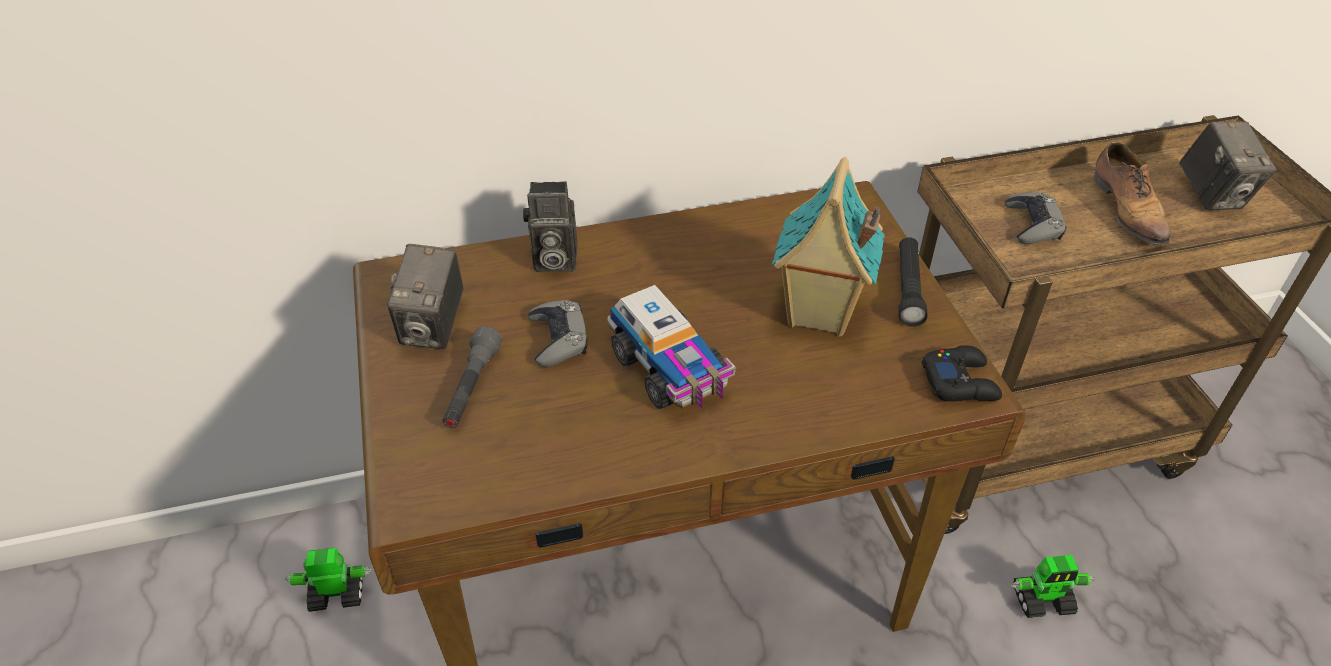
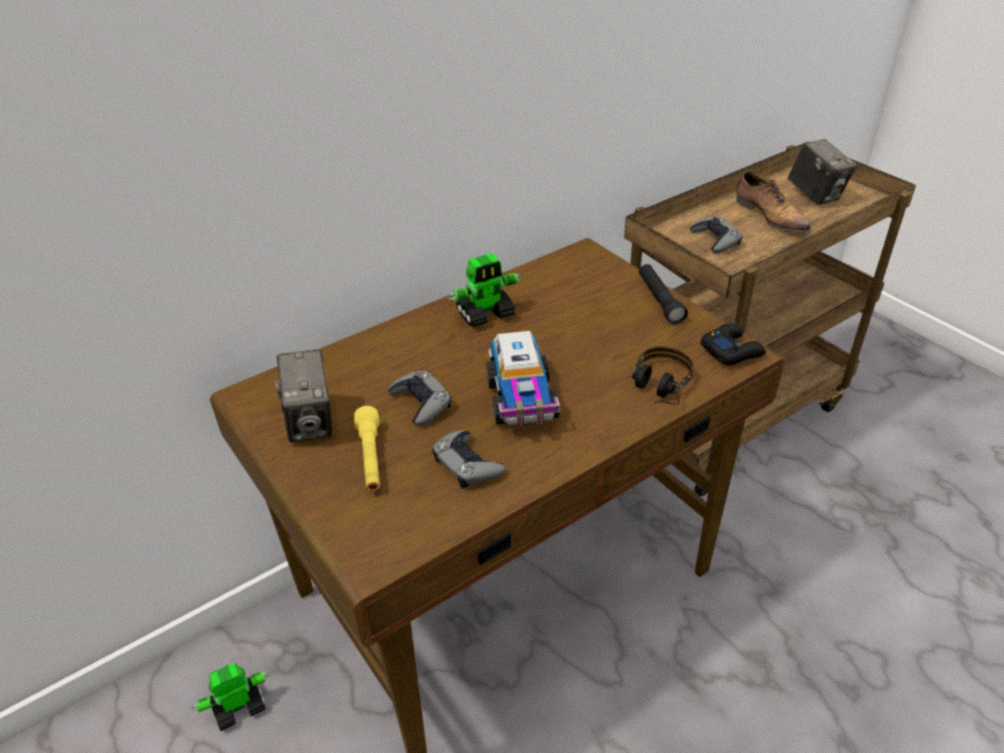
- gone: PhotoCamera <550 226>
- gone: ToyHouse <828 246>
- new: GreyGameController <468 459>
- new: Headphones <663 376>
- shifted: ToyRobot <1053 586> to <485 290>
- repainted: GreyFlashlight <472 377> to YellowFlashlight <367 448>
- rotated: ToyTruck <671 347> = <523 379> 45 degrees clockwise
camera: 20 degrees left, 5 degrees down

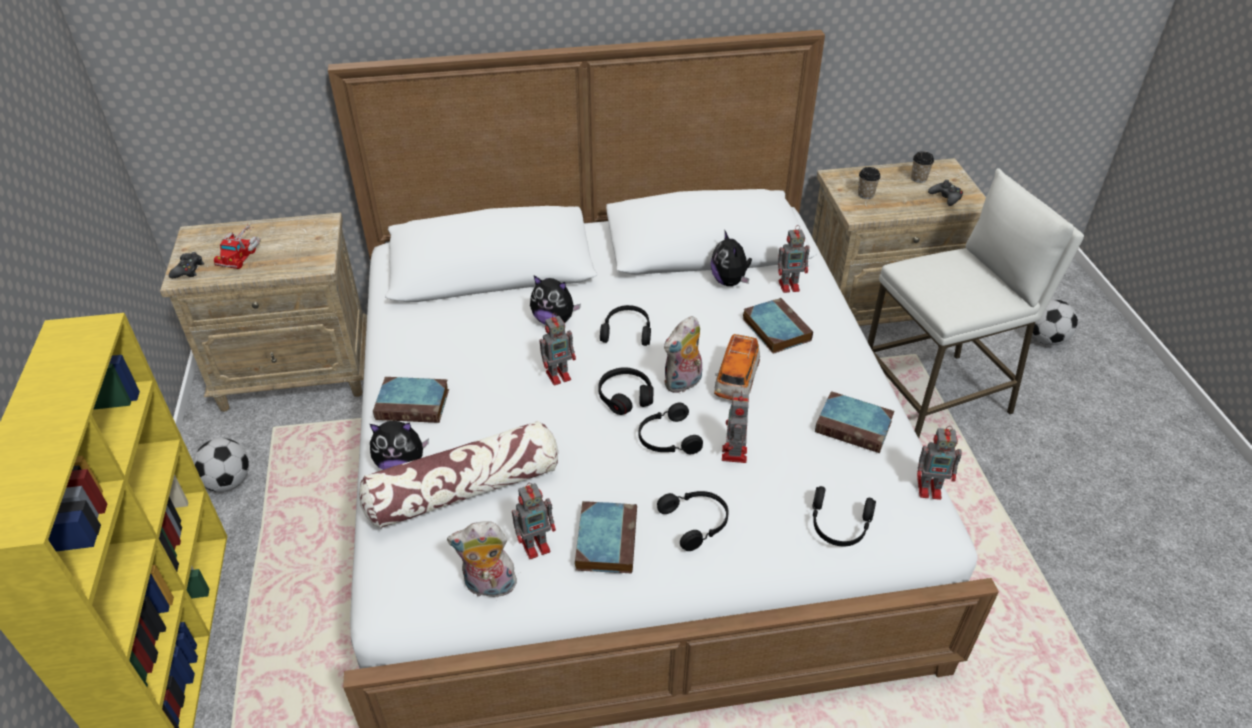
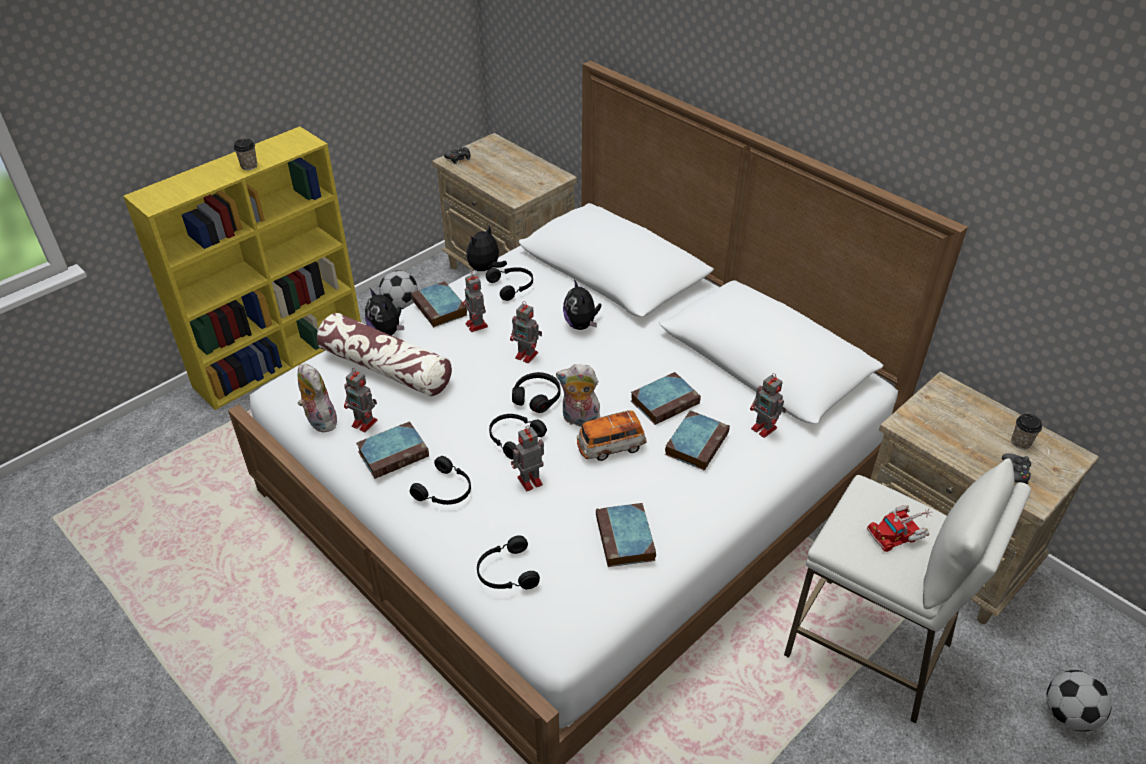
- new: Book <666 398>
- shifted: ToyTruck <237 246> to <899 528>
- shifted: BlackHeadphones <625 325> to <509 284>
- shifted: PlushToy <731 257> to <486 248>
- shifted: Cup <869 183> to <245 154>
- shifted: ToyRobot <939 463> to <475 302>
camera: 55 degrees right, 0 degrees up

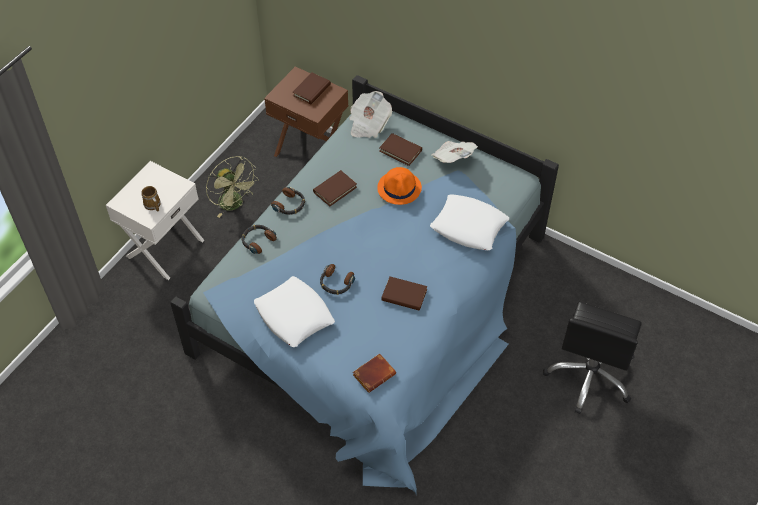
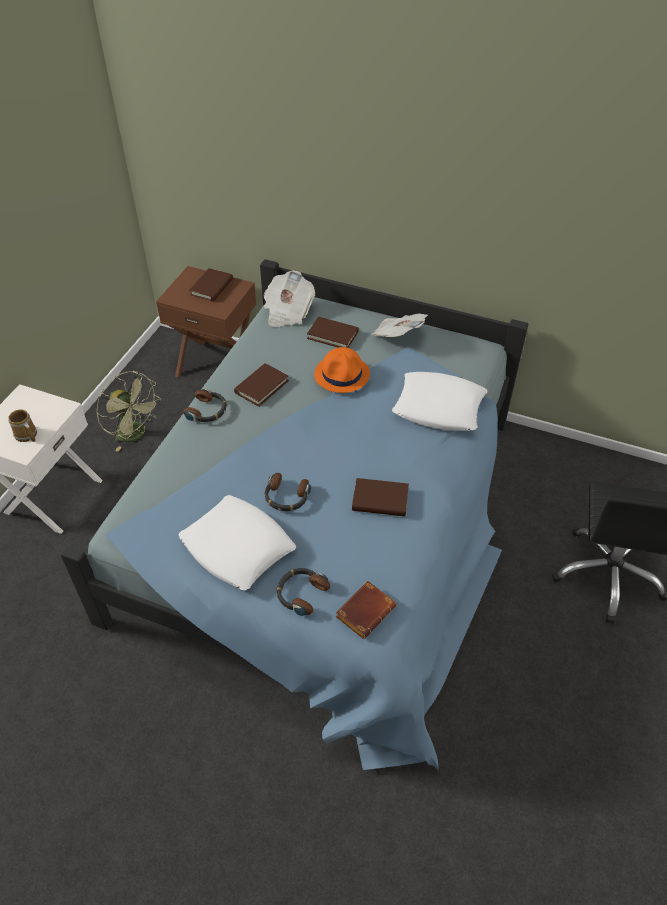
- shifted: Headphones <259 239> to <303 592>
camera: 10 degrees left, 5 degrees down

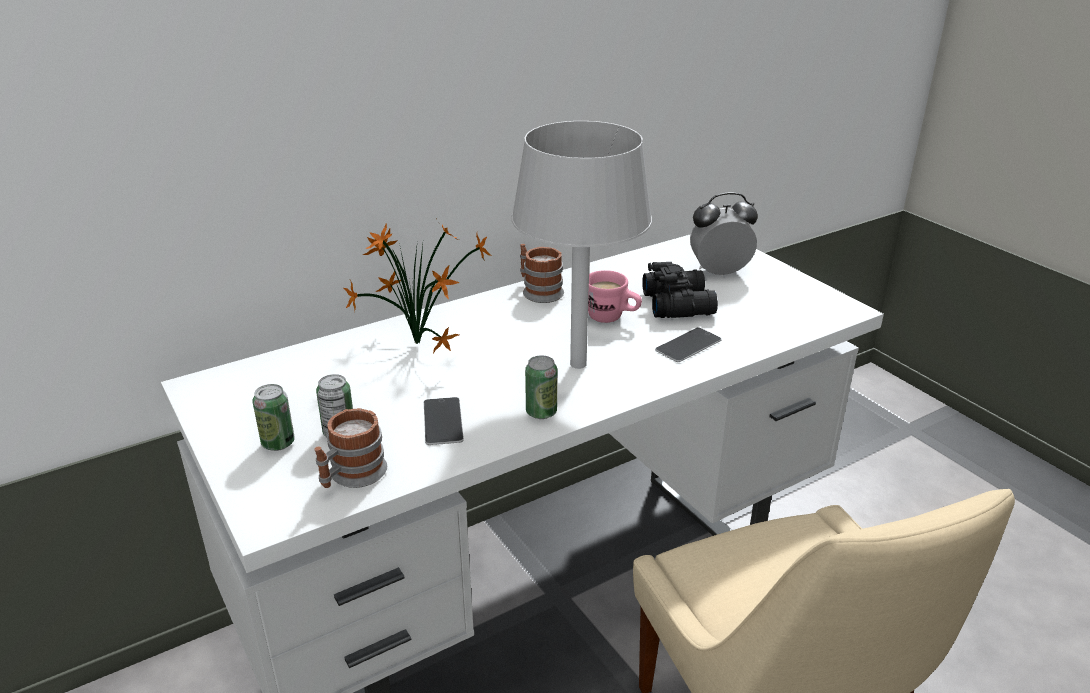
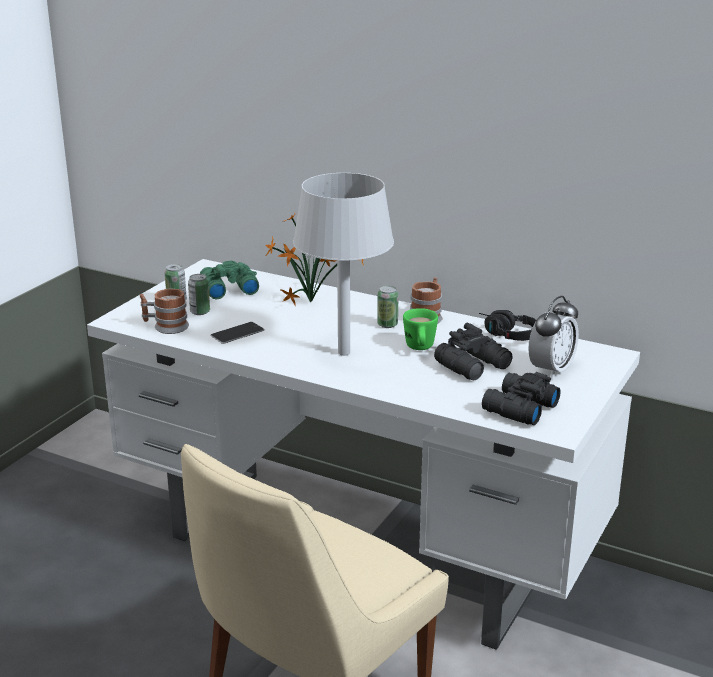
- gone: Phone <688 344>
- new: GreenBinoculars <229 280>
- new: BlackHeadphones <507 325>
- new: BlackBinoculars <521 398>
- shifted: Can <541 387> to <388 307>
- repainted: PinkMug <615 296> to GreenMug <420 329>
- rotated: AlarmClock <724 234> = <553 337> 75 degrees clockwise
camera: 60 degrees right, 5 degrees down

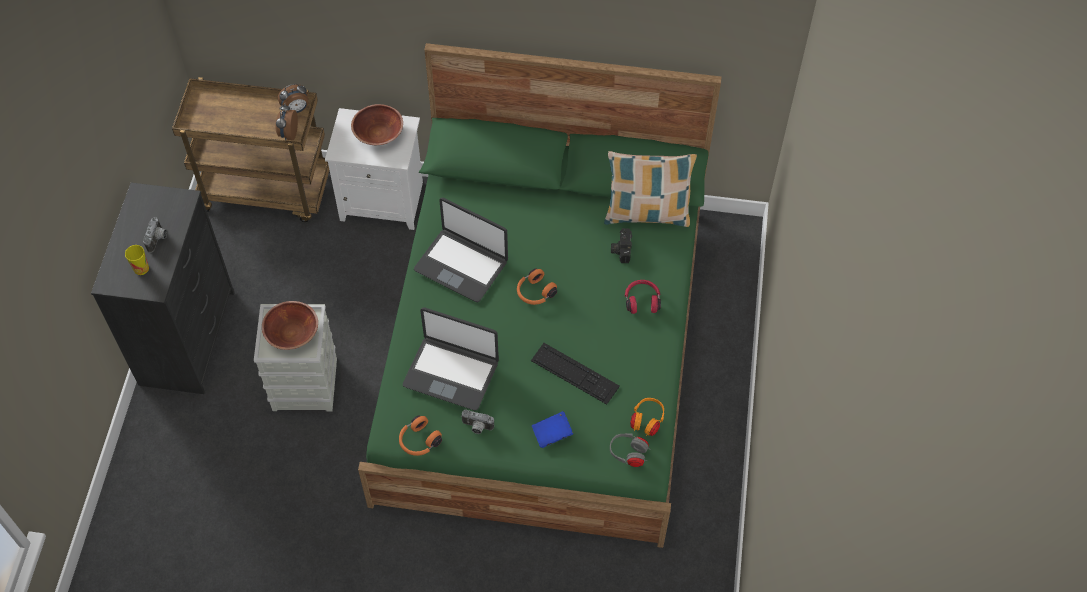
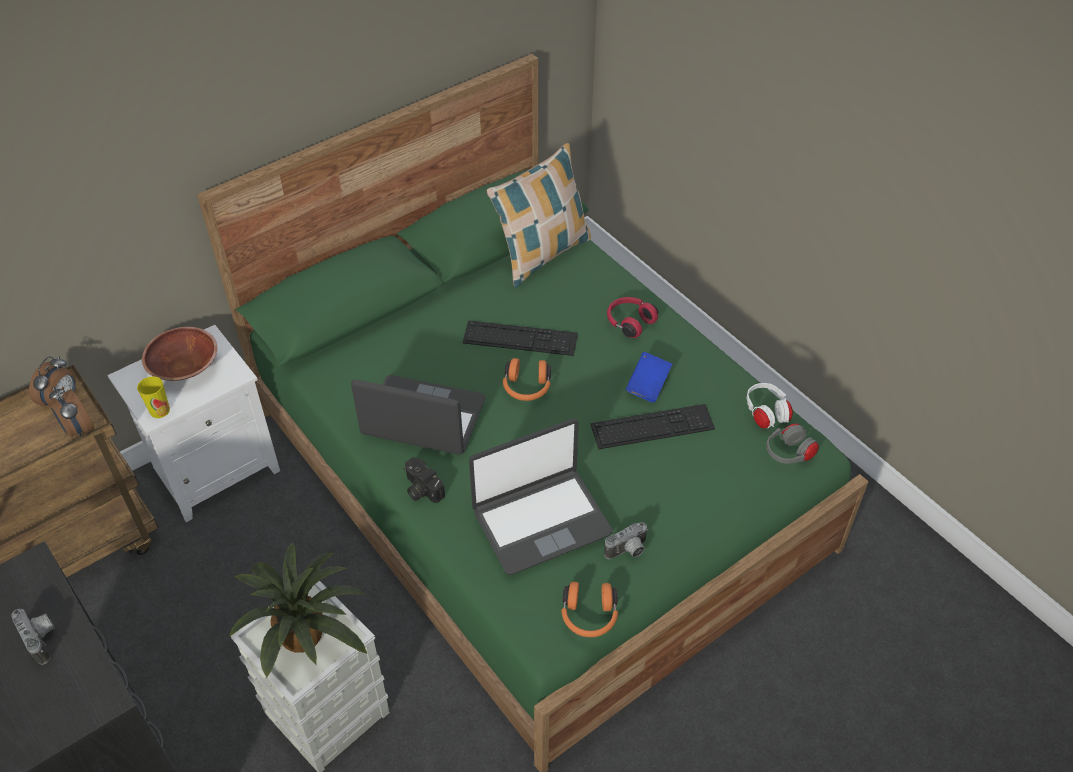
- new: Keyboard <520 338>
- shifted: Cup <137 260> to <153 397>
- shifted: BlueBook <552 429> to <649 377>
- shifted: PhotoCamera <621 245> to <424 480>
- swapped: BrownBowl <290 325> to PottedPlant <298 610>
- repainted: OrangeHeadphones <647 417> to WhiteHeadphones <769 405>
- rotated: Laptop <461 250> = <418 415> 150 degrees counterclockwise
camera: 45 degrees left, 10 degrees down

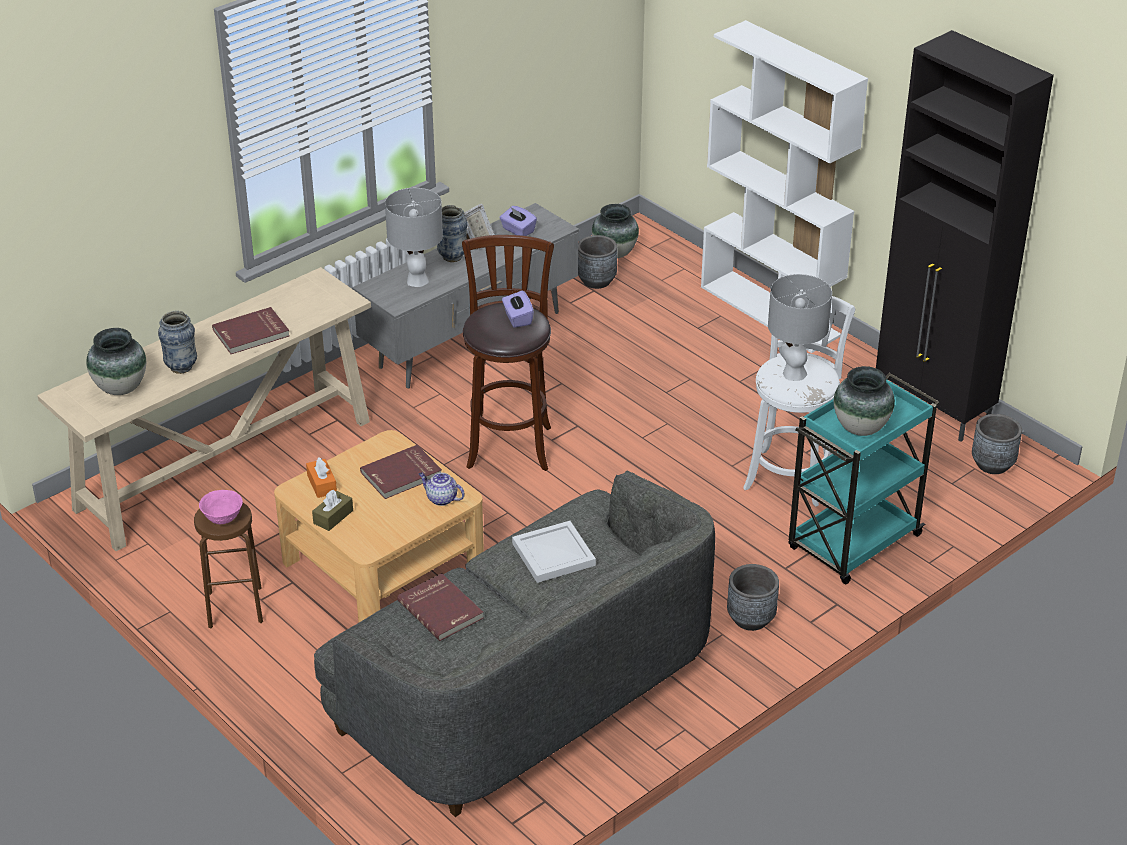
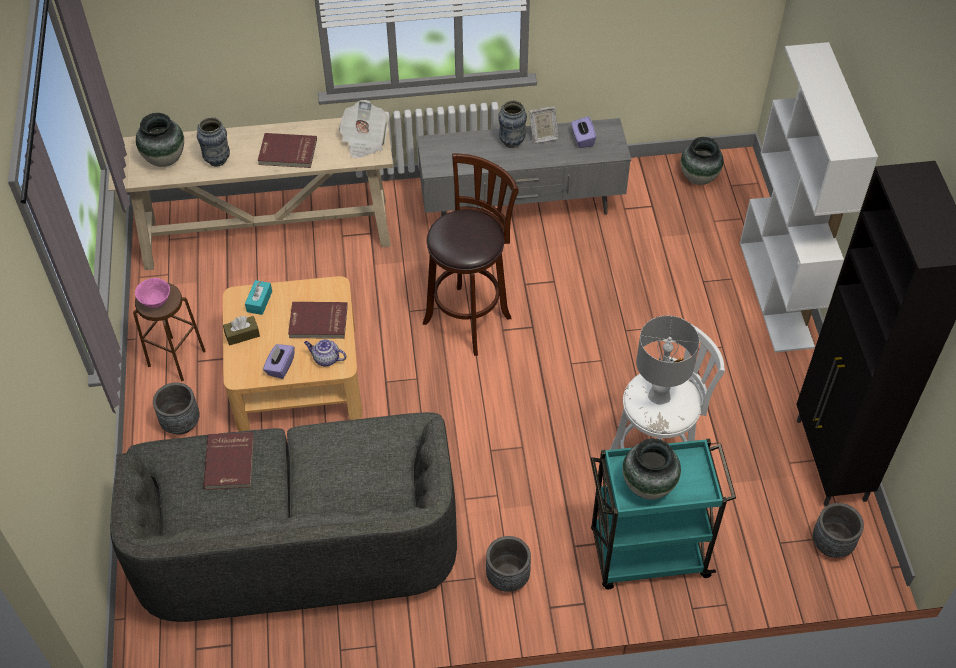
- gone: GreyTableLamp <414 237>
- gone: WhiteTray <554 552>
- new: Newspaper <364 129>
- shifted: PurpleTissueBox <518 309> to <279 361>
- shifted: GreyPlanter <597 262> to <176 408>
- repainted: OrangeTissueBox <321 477> to TurquoiseTissueBox <258 297>
- rotated: Teapot <441 489> = <325 352> 45 degrees counterclockwise
camera: 35 degrees right, 15 degrees up

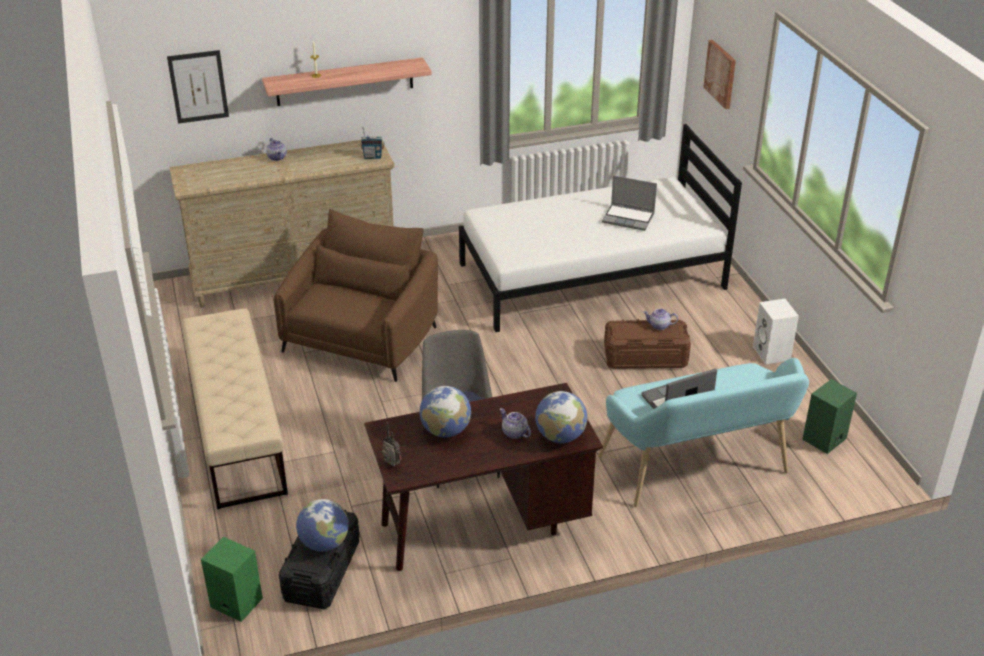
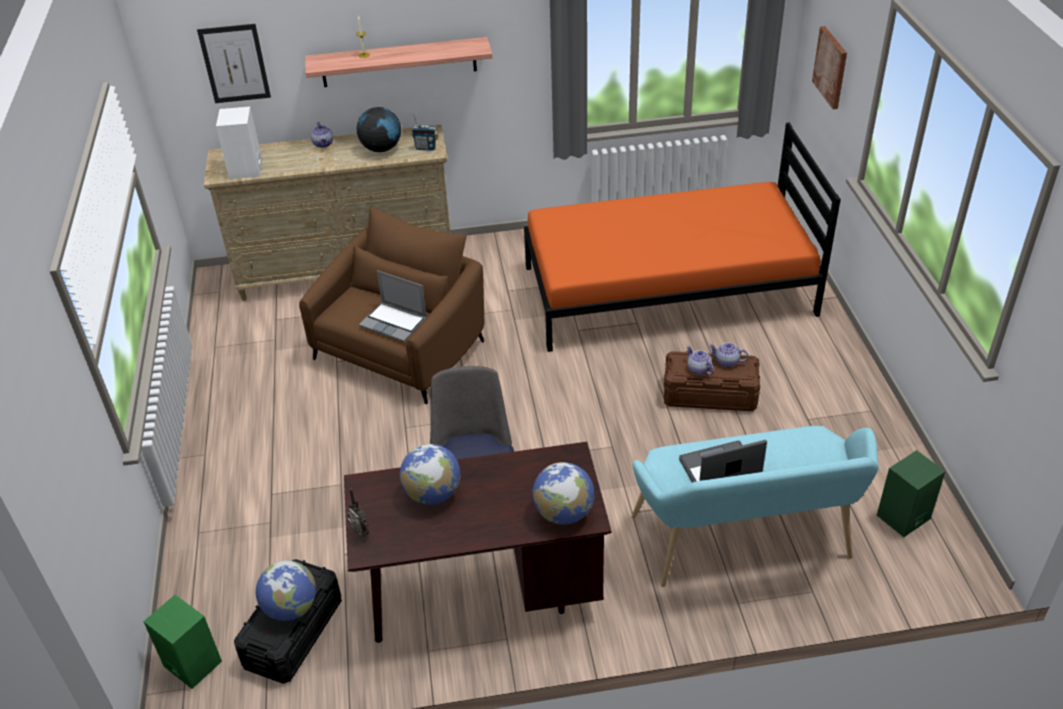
- gone: BeigeBench <234 408>
- new: Globe <379 129>
- shifted: Teapot <515 423> to <700 360>
- shifted: Laptop <629 203> to <393 306>
- shifted: WhiteSpeaker <776 331> to <239 143>
- repainted: WhiteBed <600 228> to OrangeBed <682 237>
camera: 10 degrees right, 5 degrees up

